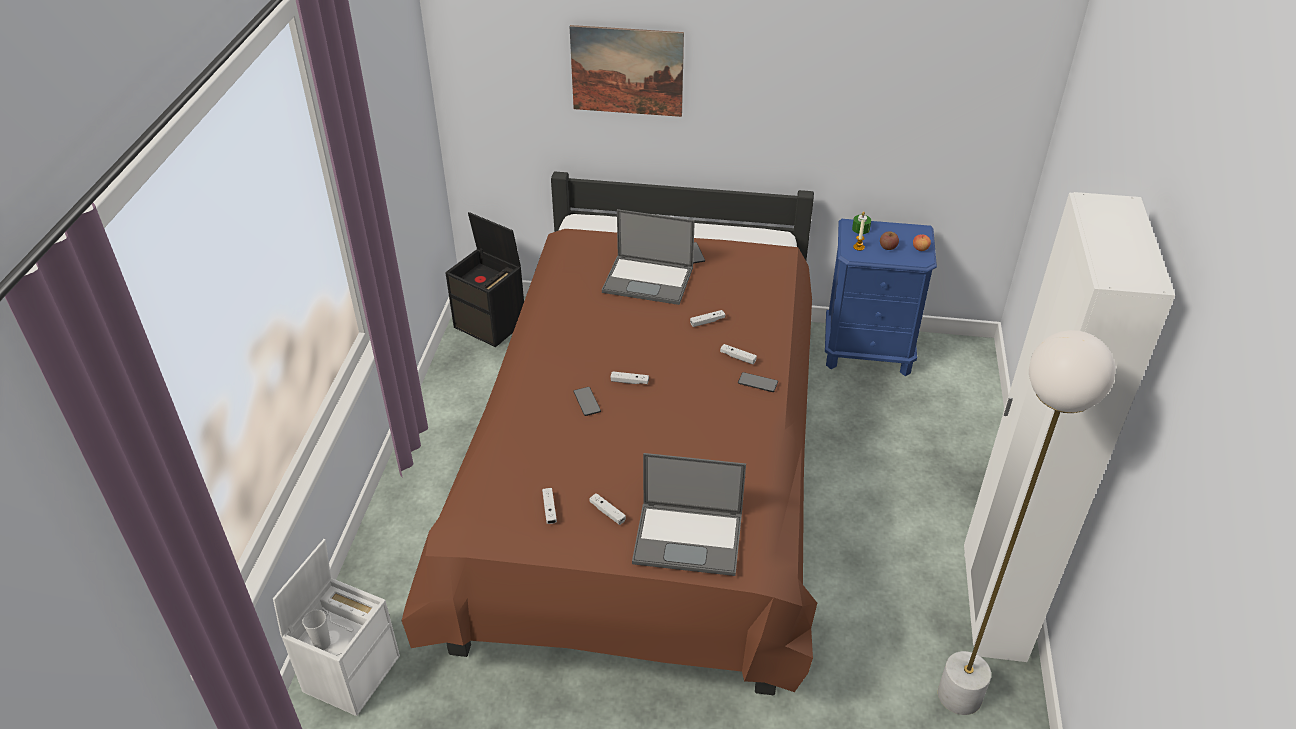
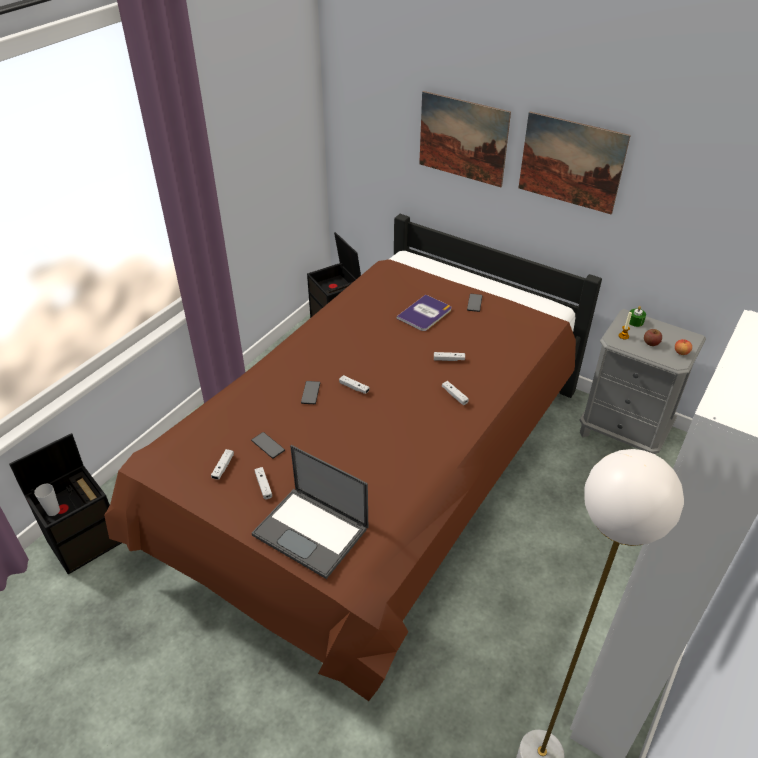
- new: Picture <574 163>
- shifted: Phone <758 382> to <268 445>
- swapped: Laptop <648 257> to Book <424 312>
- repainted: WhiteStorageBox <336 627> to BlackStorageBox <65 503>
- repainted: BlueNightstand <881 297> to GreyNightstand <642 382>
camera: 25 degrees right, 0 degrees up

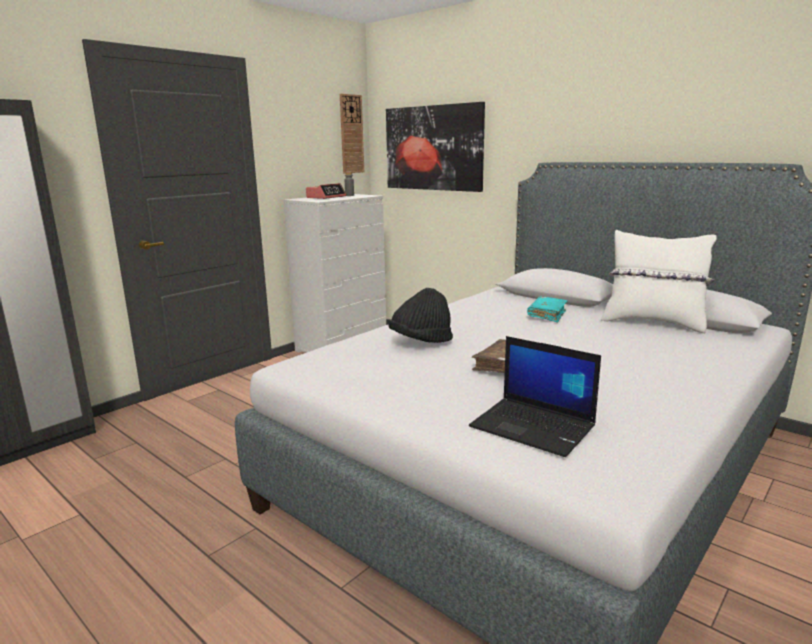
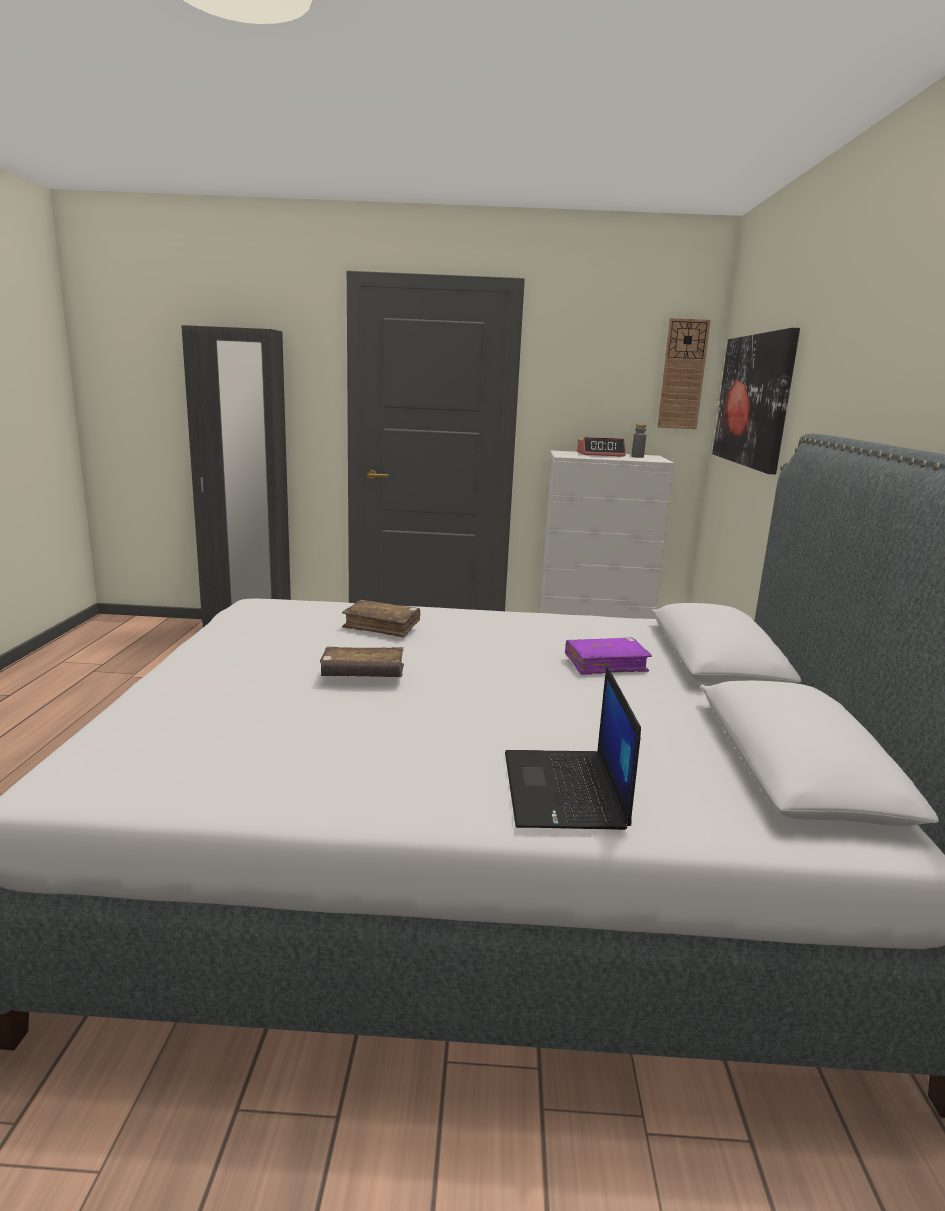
- gone: WhitePillow <659 281>
- shifted: Laptop <535 396> to <573 748>
- swapped: BlackHat <421 315> to BrownBook <381 619>
- repainted: TurquoiseBook <547 309> to PurpleBook <608 656>
camera: 50 degrees right, 0 degrees up

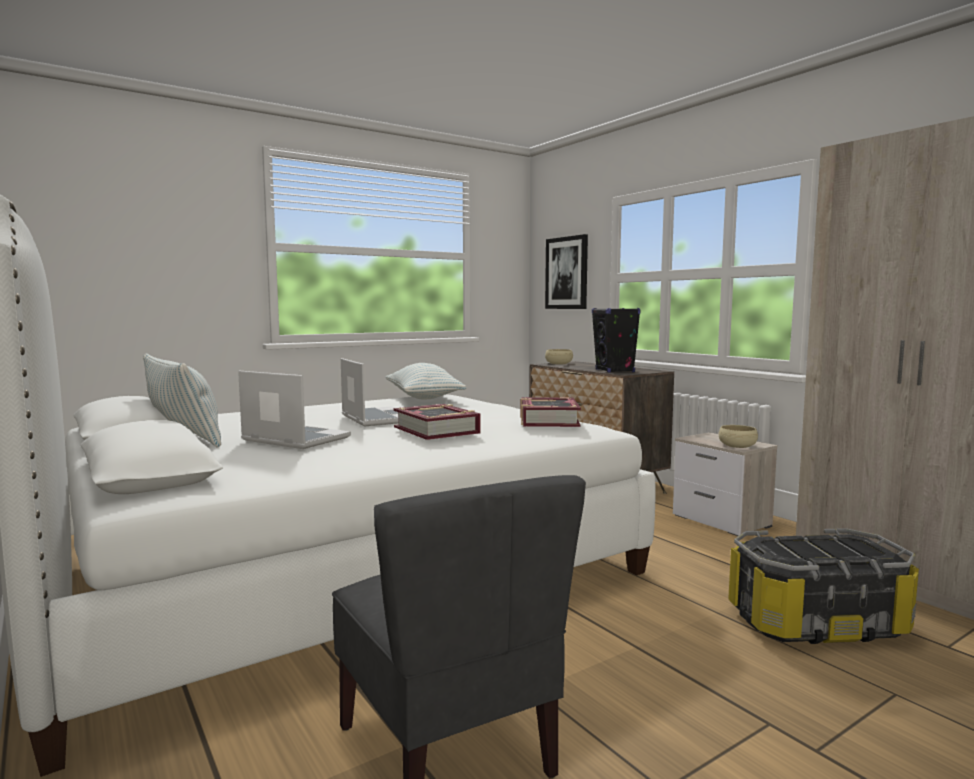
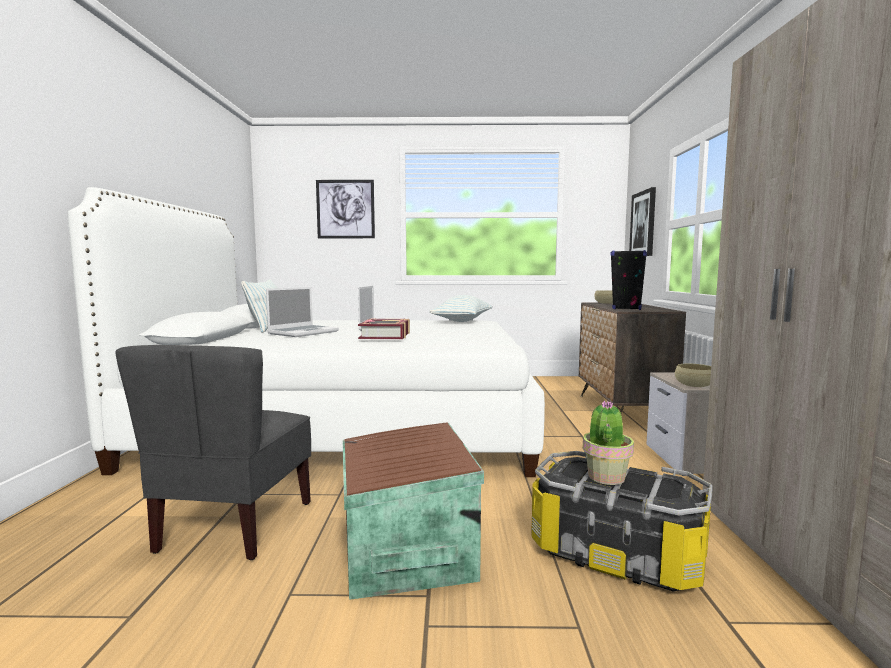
- gone: Book <550 412>
- new: Picture <345 209>
- new: BrownStorageBox <413 511>
- new: PottedPlant <608 442>
- rotated: Laptop <294 410> = <302 312> 60 degrees clockwise
camera: 35 degrees right, 0 degrees up

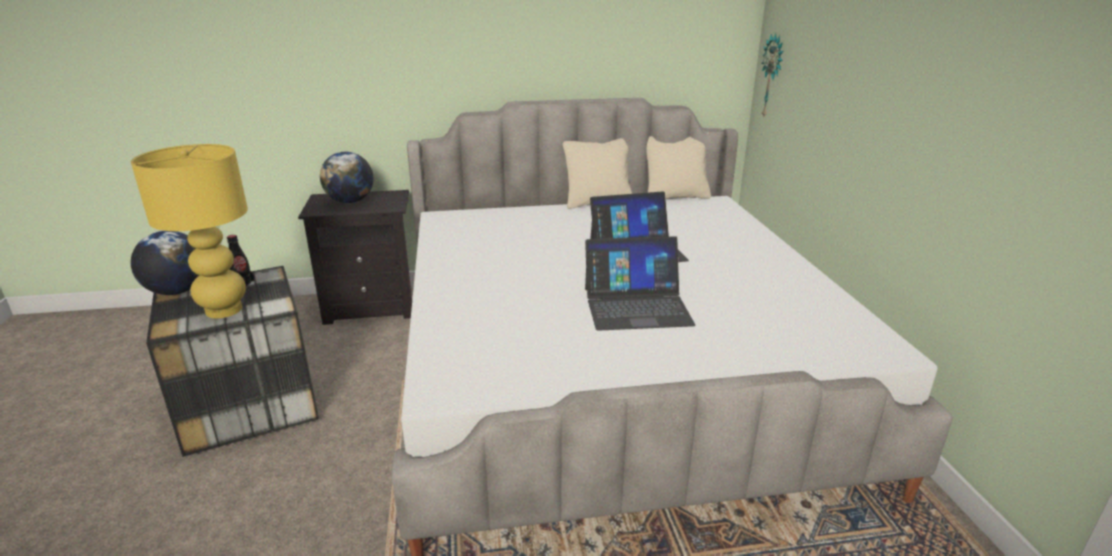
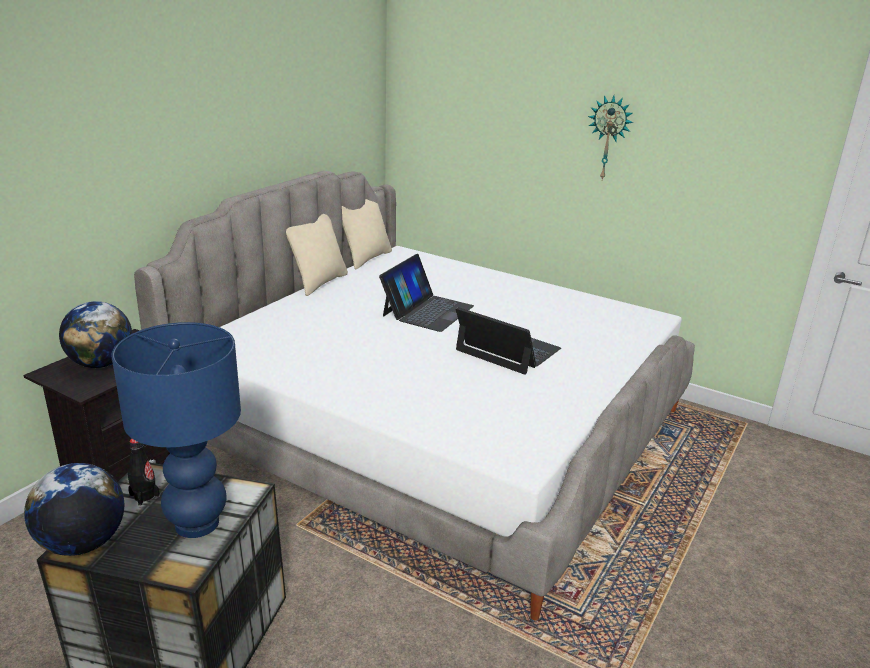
- shifted: WallClock <772 76> to <611 137>
- repainted: YellowTableLamp <189 231> to BlueTableLamp <176 430>
- rotated: Laptop <640 283> = <508 341> 90 degrees counterclockwise
camera: 50 degrees left, 0 degrees up

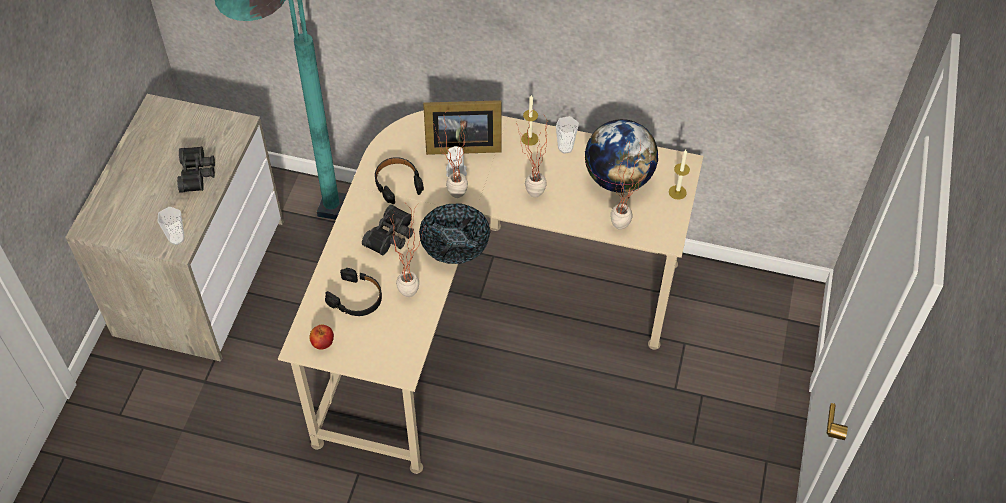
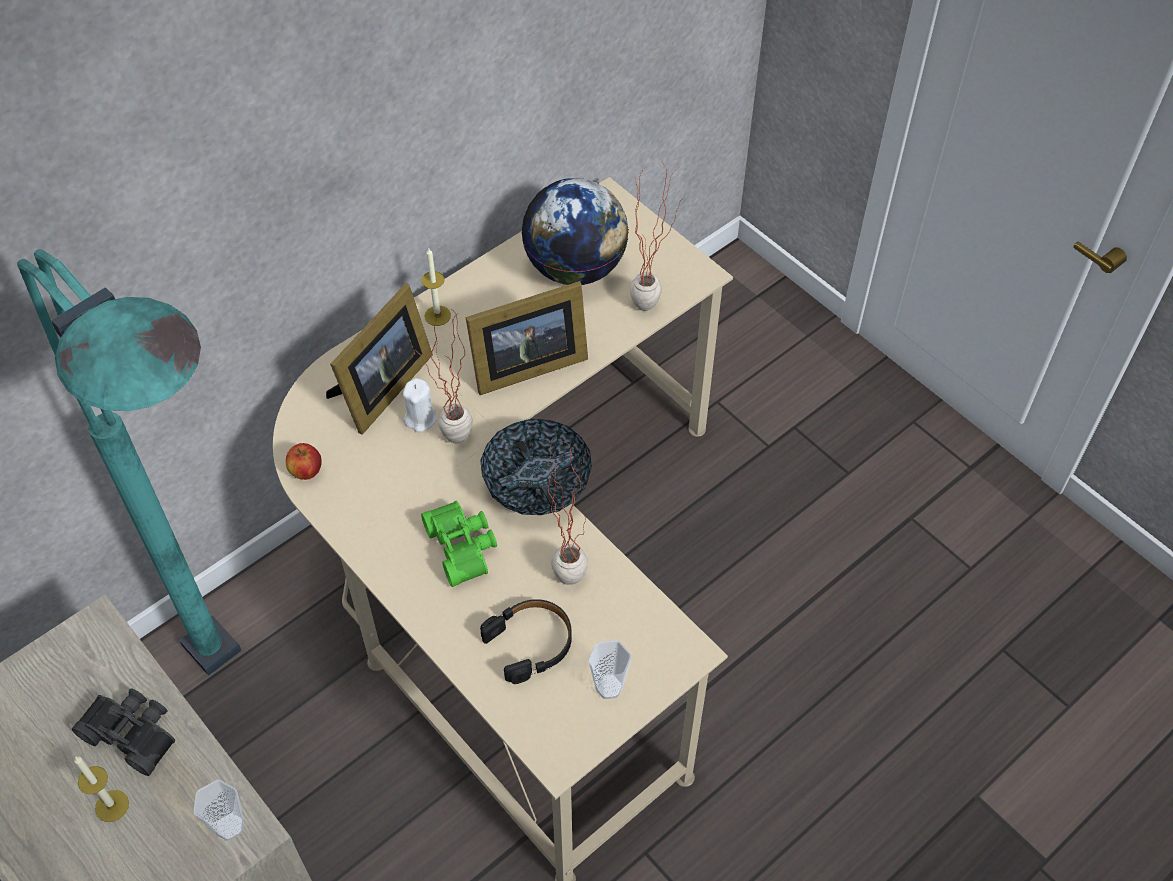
- gone: BlackHeadphones <399 180>
- shifted: Apple <321 337> to <304 461>
- shifted: Cup <567 135> to <610 669>
- shifted: Candle <679 175> to <101 789>
- swapped: PottedPlant <531 153> to PictureFrame <527 338>
- repainted: BlackBinoculars <388 230> to GreenBinoculars <459 544>
camera: 55 degrees left, 0 degrees up

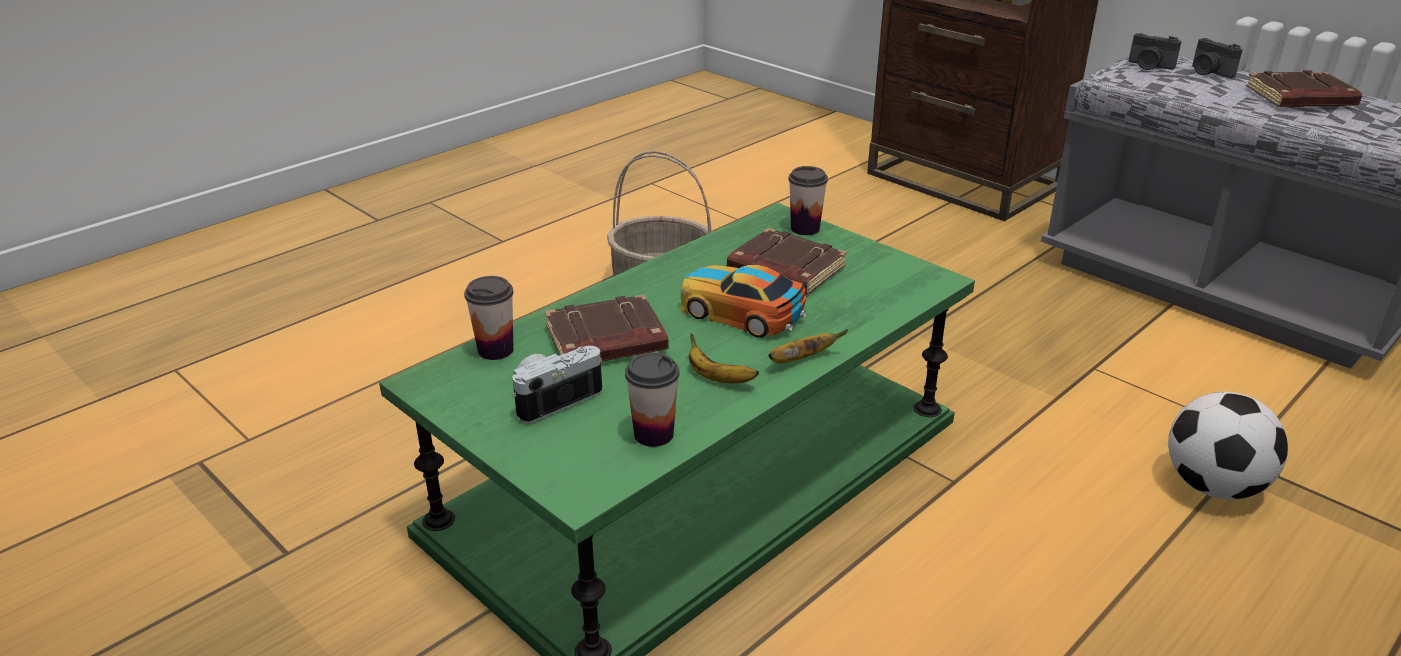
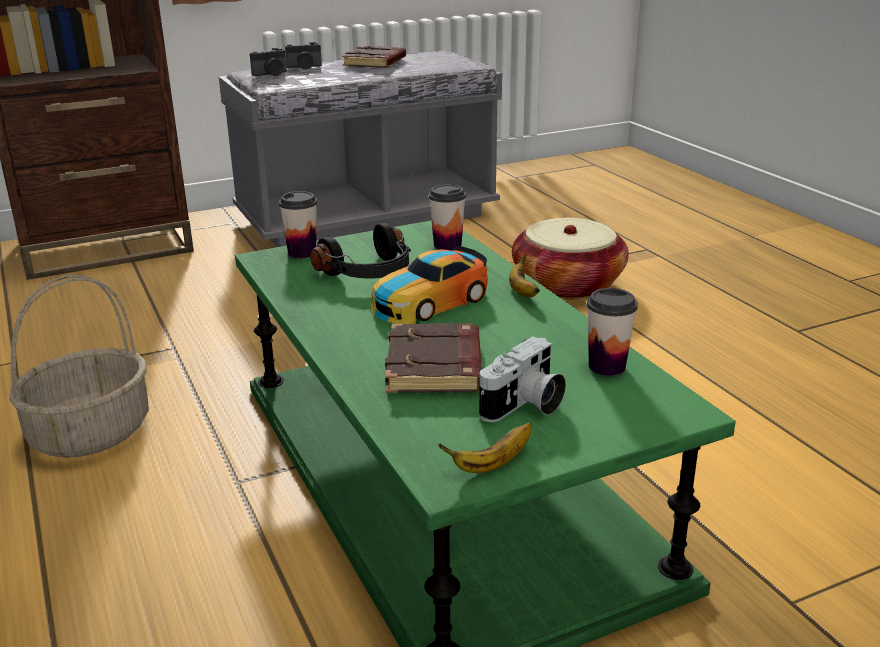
- shifted: Cup <488 318> to <447 217>
- shifted: Banana <724 358> to <485 448>
- swapped: BrownBook <787 261> to BlackHeadphones <360 250>
- swapped: Football <1228 445> to Basket <570 259>
- rotated: PhotoCamera <557 385> = <522 379> 120 degrees counterclockwise
camera: 70 degrees left, 5 degrees down

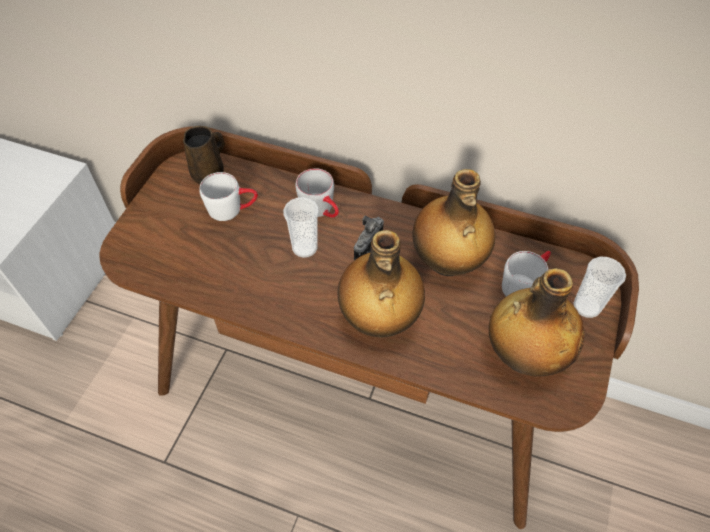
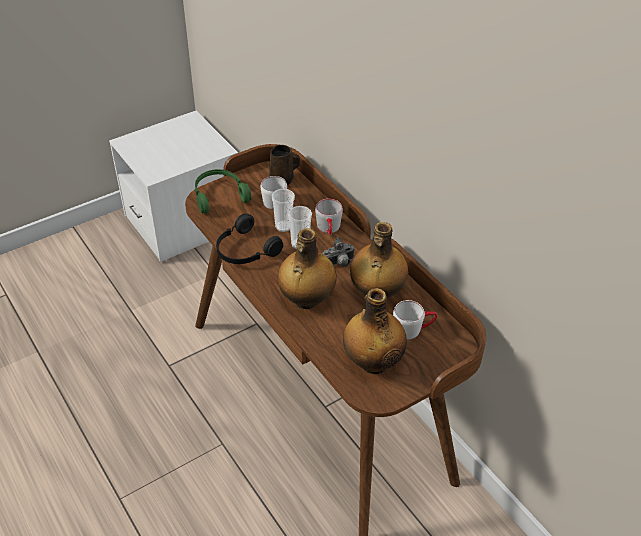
- new: GreenHeadphones <223 191>
- new: BlackHeadphones <249 239>
- shifted: Cup <599 287> to <283 210>
camera: 35 degrees right, 10 degrees down

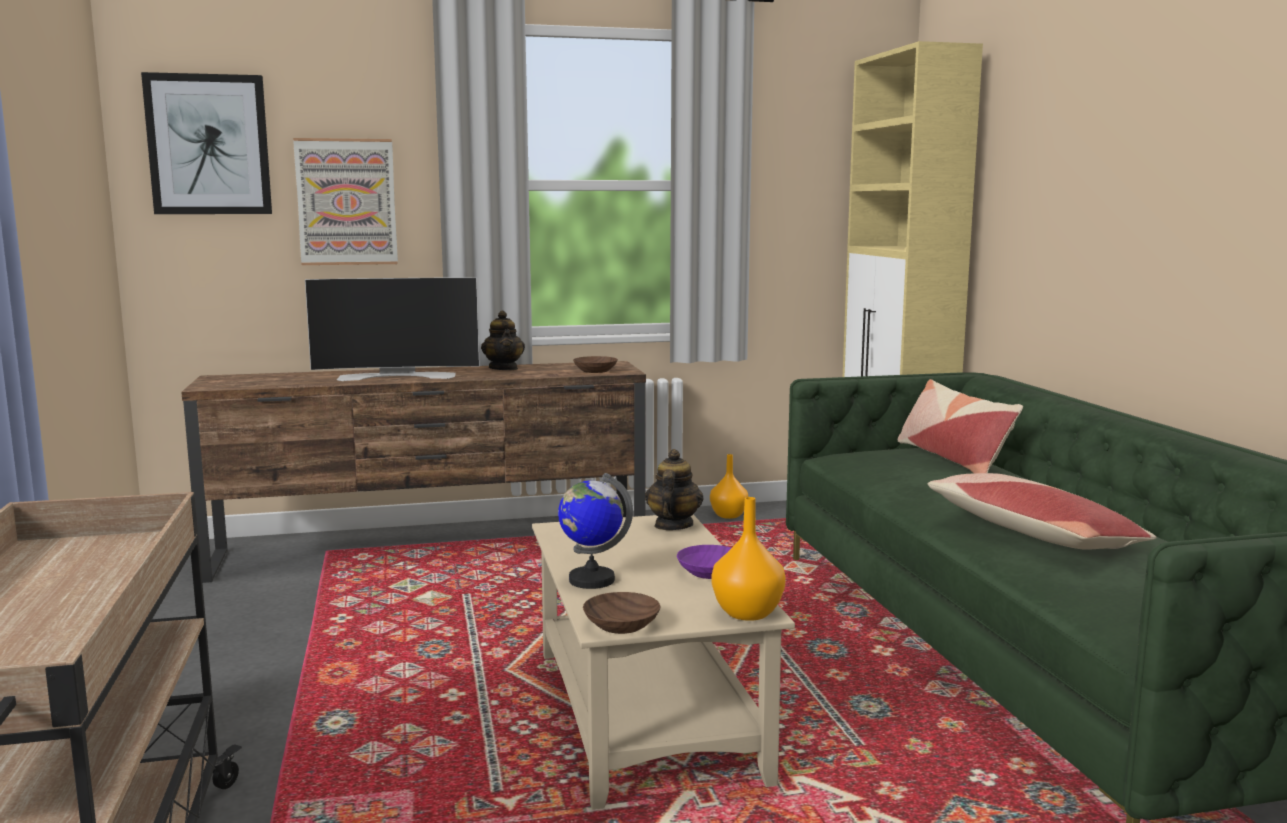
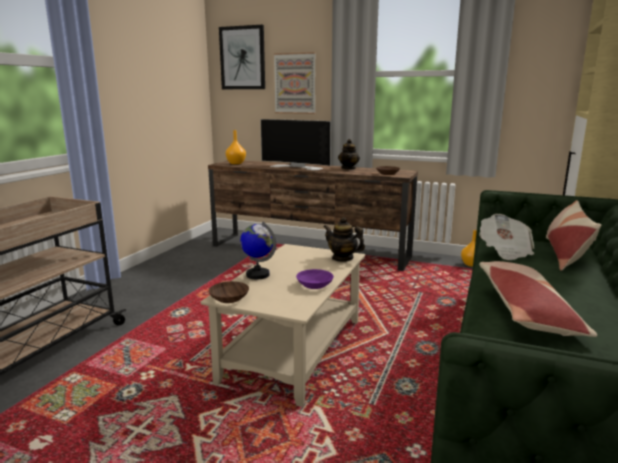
- new: Newspaper <506 237>
- shifted: OrangeVase <748 559> to <236 147>
- rotated: Teapot <674 489> = <344 239> 105 degrees counterclockwise
camera: 35 degrees right, 5 degrees up

